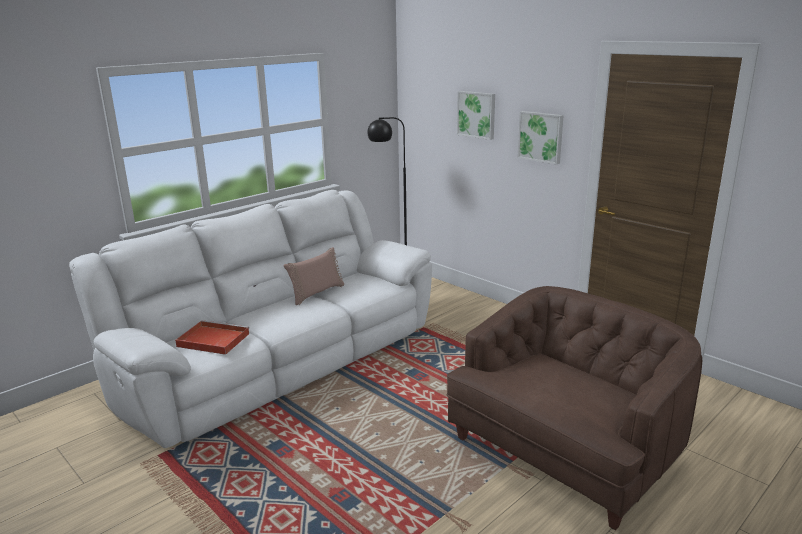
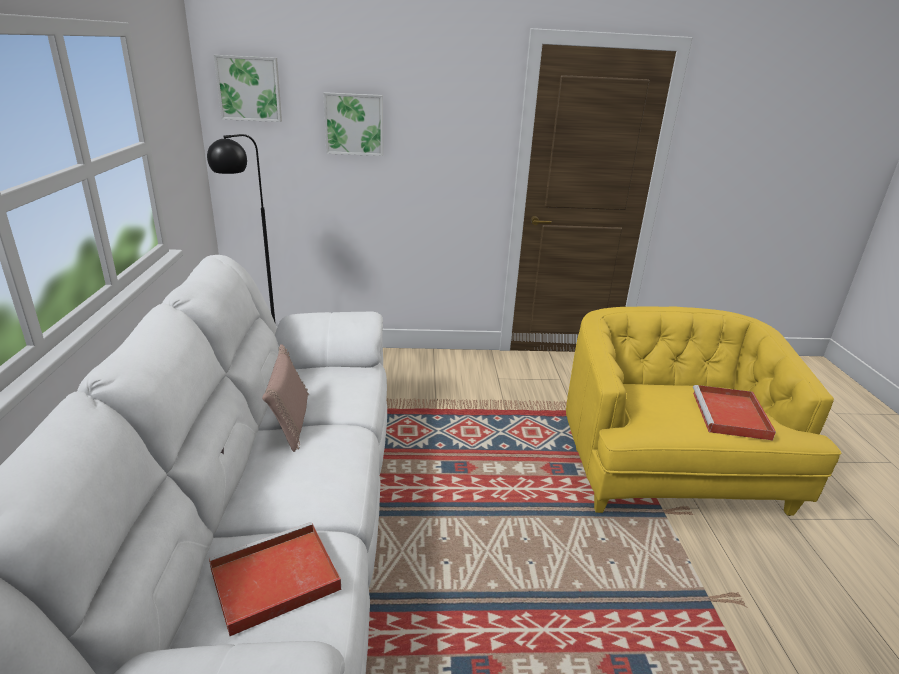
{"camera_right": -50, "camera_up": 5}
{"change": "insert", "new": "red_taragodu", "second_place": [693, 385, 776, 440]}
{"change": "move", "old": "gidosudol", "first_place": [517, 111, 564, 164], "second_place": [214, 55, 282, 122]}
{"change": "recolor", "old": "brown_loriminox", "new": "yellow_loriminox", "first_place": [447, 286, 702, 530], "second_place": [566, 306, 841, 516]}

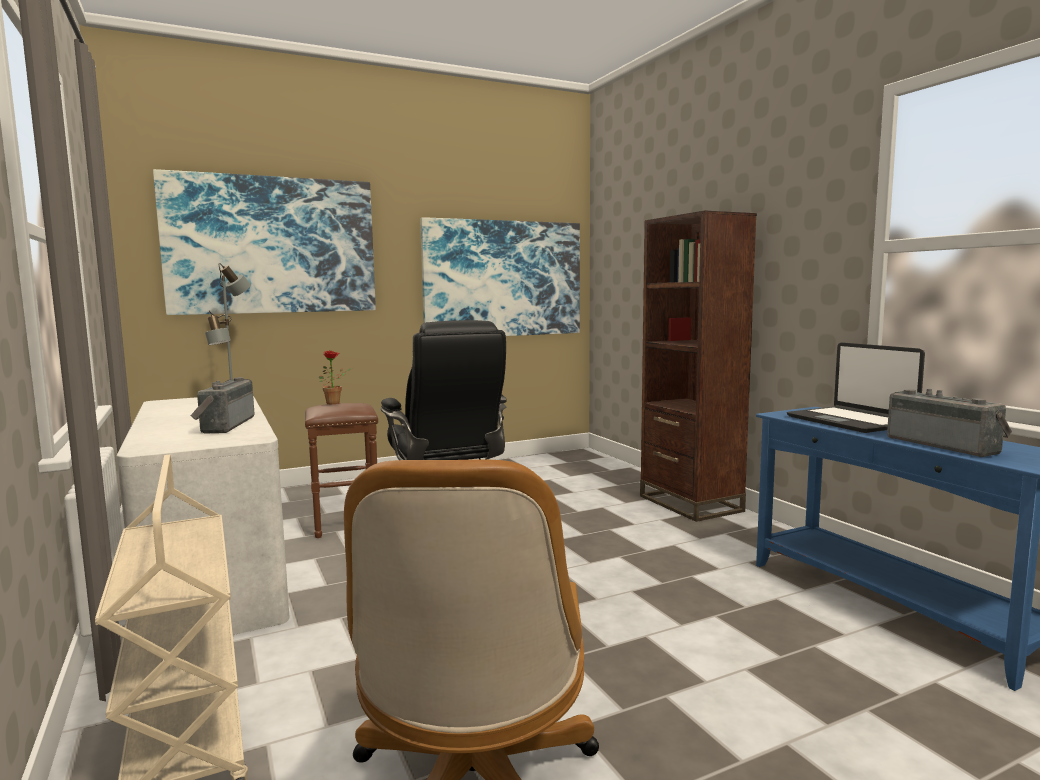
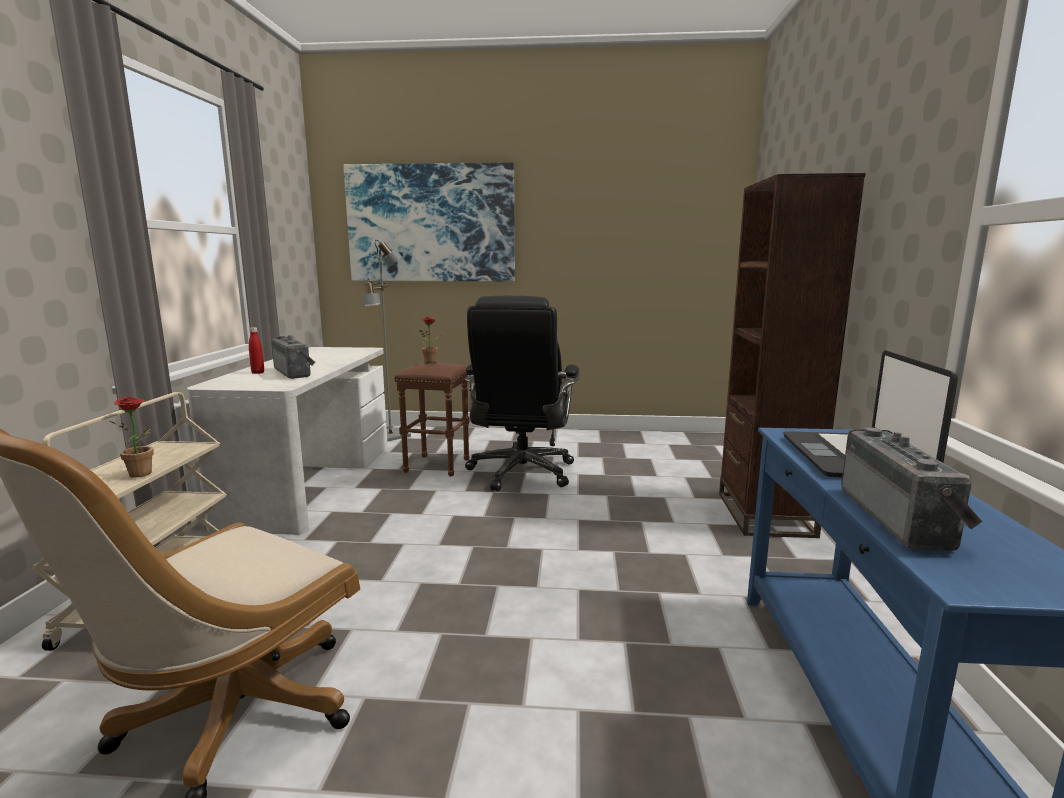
{"camera_right": 30, "camera_up": 5}
{"change": "delete", "old": "gidosudol", "first_place": [420, 217, 580, 336]}
{"change": "insert", "new": "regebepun", "second_place": [110, 397, 154, 478]}
{"change": "insert", "new": "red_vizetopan", "second_place": [249, 327, 264, 374]}
{"change": "rotate", "old": "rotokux", "first_place": [190, 377, 255, 434], "second_place": [271, 335, 315, 379], "degrees": 120}

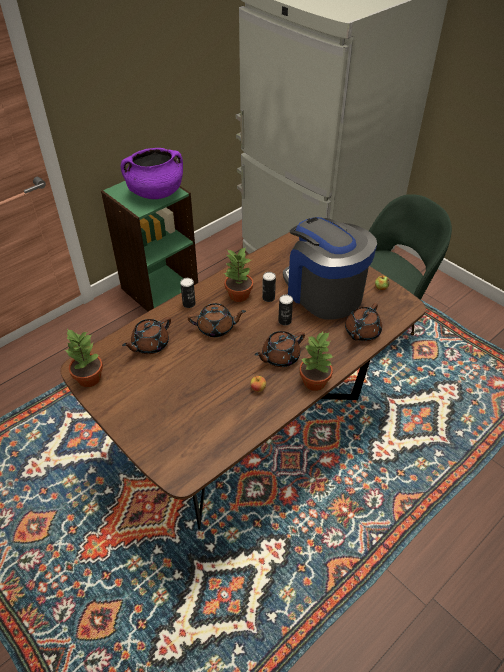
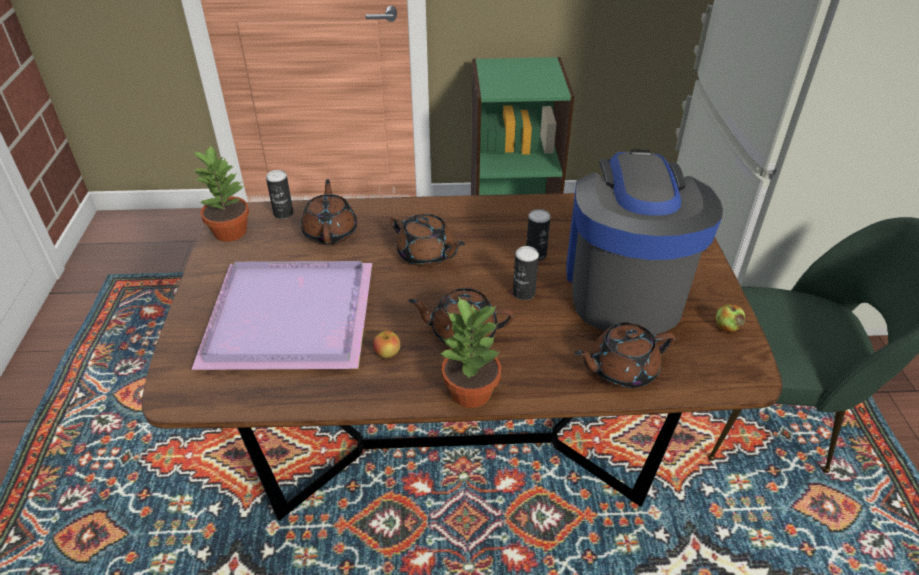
{"camera_right": 40, "camera_up": -5}
{"change": "delete", "old": "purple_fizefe", "first_place": [121, 148, 183, 199]}
{"change": "delete", "old": "regebepun", "first_place": [224, 247, 253, 302]}
{"change": "insert", "new": "purple_taragodu", "second_place": [191, 261, 372, 370]}
{"change": "move", "old": "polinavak", "first_place": [180, 278, 196, 308], "second_place": [266, 170, 294, 219]}
{"change": "rotate", "old": "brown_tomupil", "first_place": [122, 317, 171, 354], "second_place": [301, 179, 357, 245], "degrees": 90}

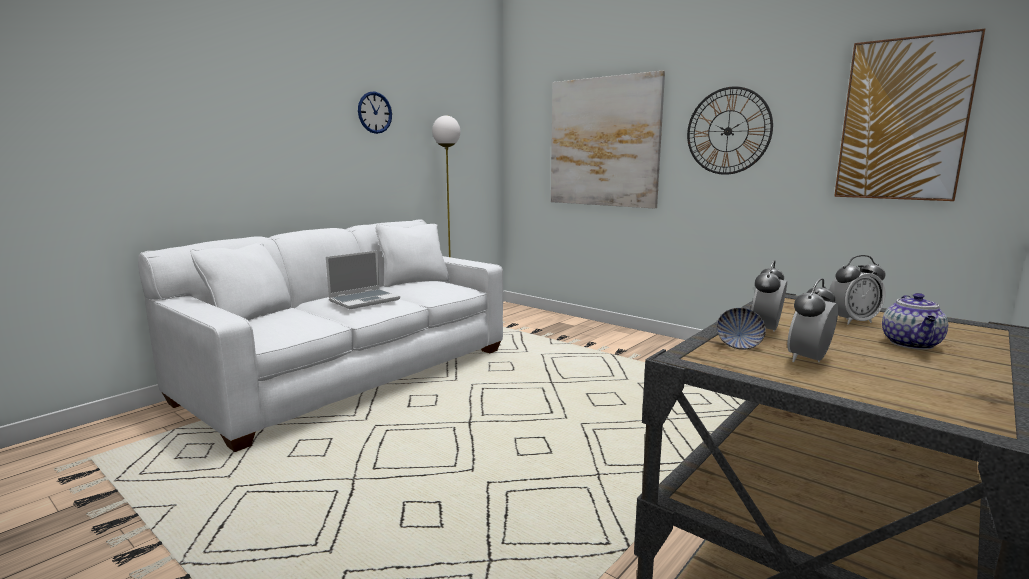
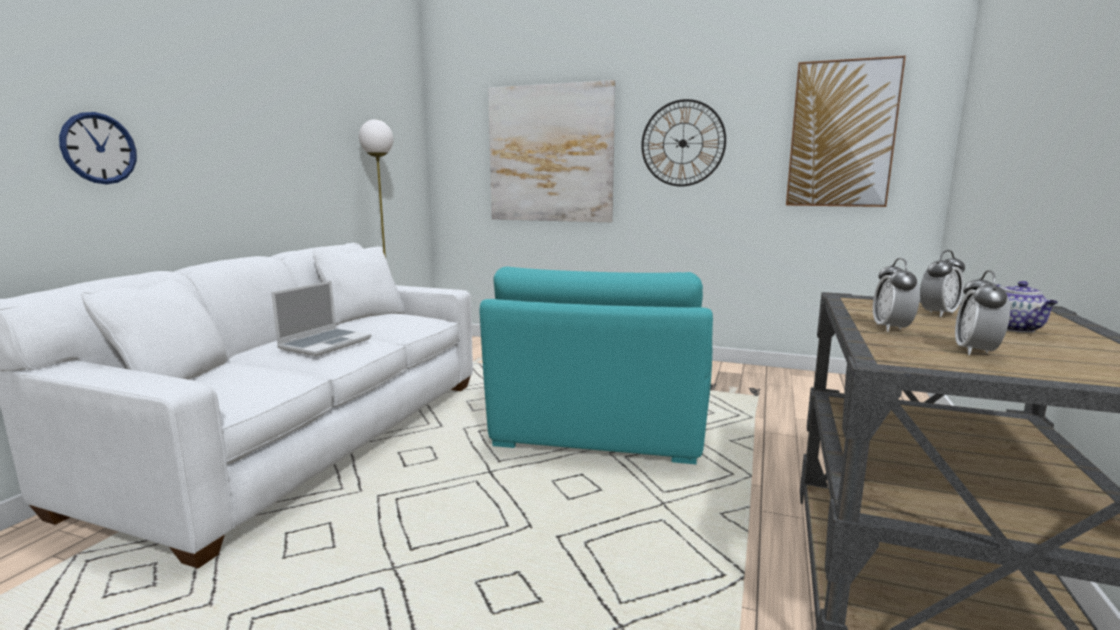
{"camera_right": -20, "camera_up": 0}
{"change": "delete", "old": "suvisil", "first_place": [716, 308, 766, 350]}
{"change": "insert", "new": "turquoise_loriminox", "second_place": [479, 267, 713, 464]}
{"change": "move", "old": "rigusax", "first_place": [358, 91, 392, 134], "second_place": [59, 112, 137, 184]}

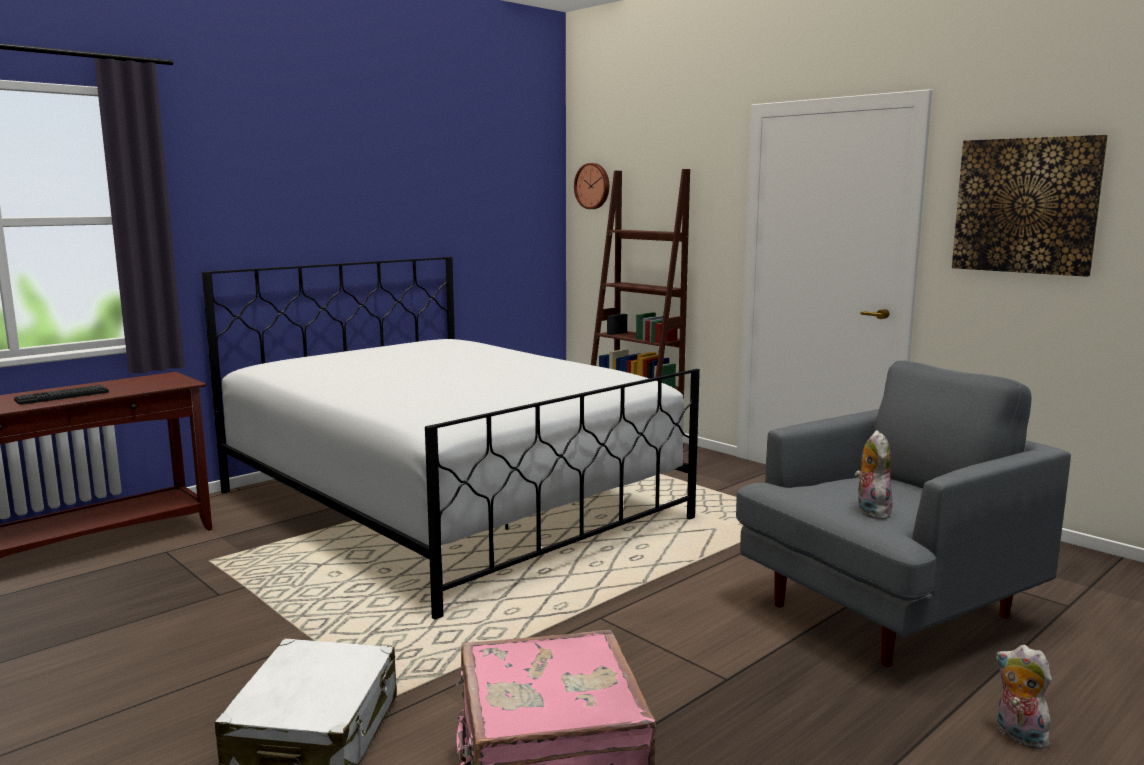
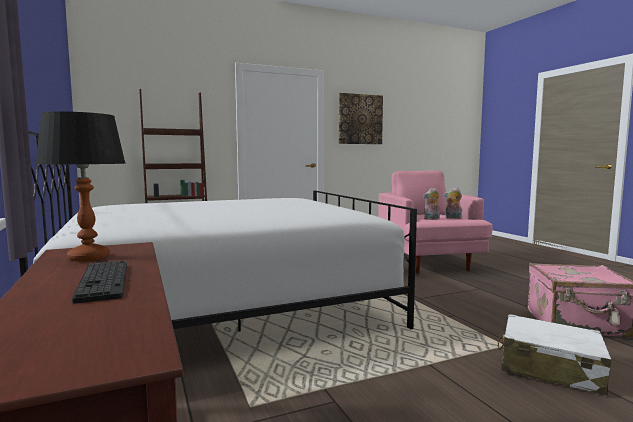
{"camera_right": -70, "camera_up": -5}
{"change": "delete", "old": "rigusax", "first_place": [574, 163, 609, 209]}
{"change": "insert", "new": "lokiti", "second_place": [35, 111, 126, 261]}
{"change": "move", "old": "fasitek", "first_place": [996, 645, 1056, 749], "second_place": [423, 188, 440, 220]}
{"change": "recolor", "old": "grey_loriminox", "new": "pink_loriminox", "first_place": [736, 360, 1071, 667], "second_place": [378, 170, 493, 274]}

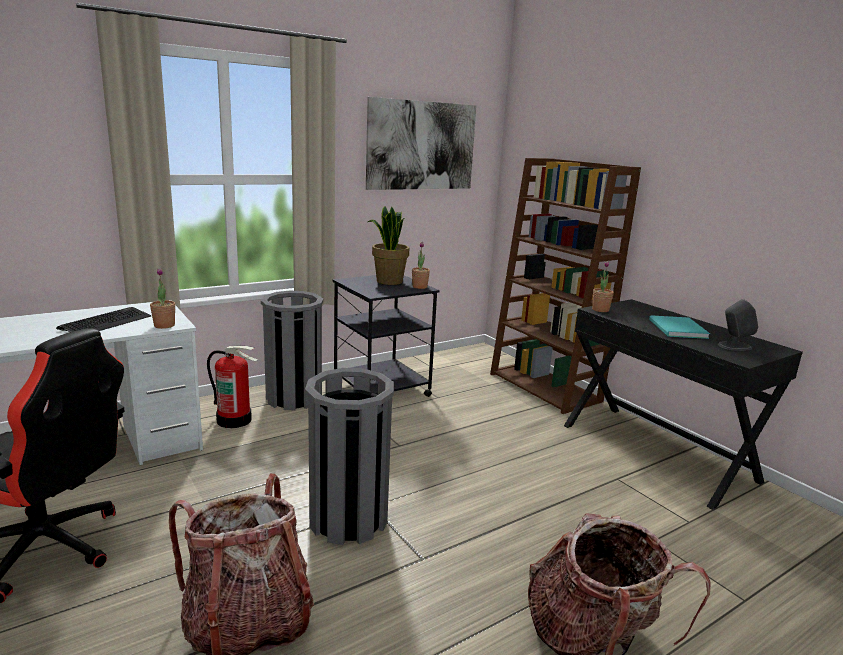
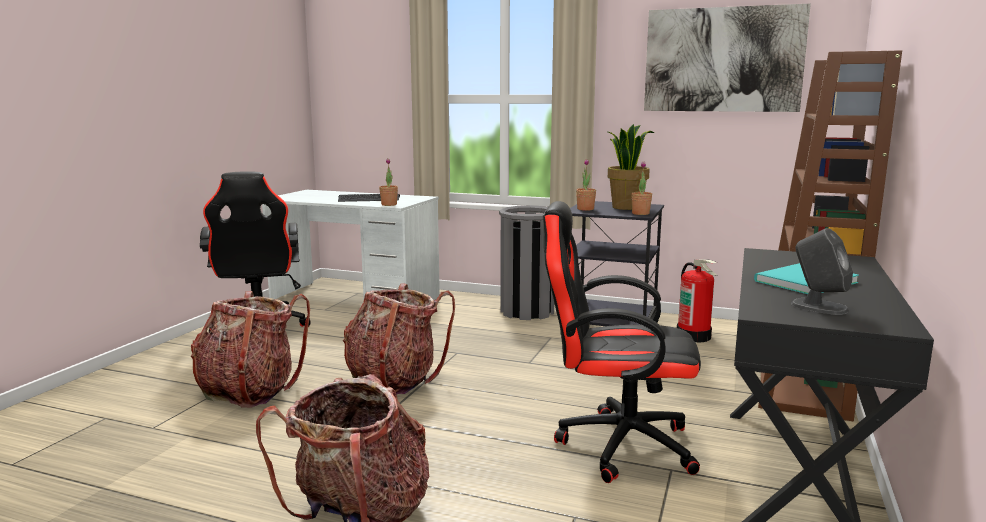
{"camera_right": 55, "camera_up": -5}
{"change": "insert", "new": "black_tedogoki", "second_place": [543, 201, 701, 483]}
{"change": "move", "old": "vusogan", "first_place": [207, 346, 258, 428], "second_place": [677, 259, 717, 343]}
{"change": "move", "old": "regebepun", "first_place": [592, 261, 614, 312], "second_place": [576, 159, 596, 211]}
{"change": "replace", "old": "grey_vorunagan", "new": "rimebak", "first_place": [305, 368, 394, 545], "second_place": [343, 283, 455, 395]}

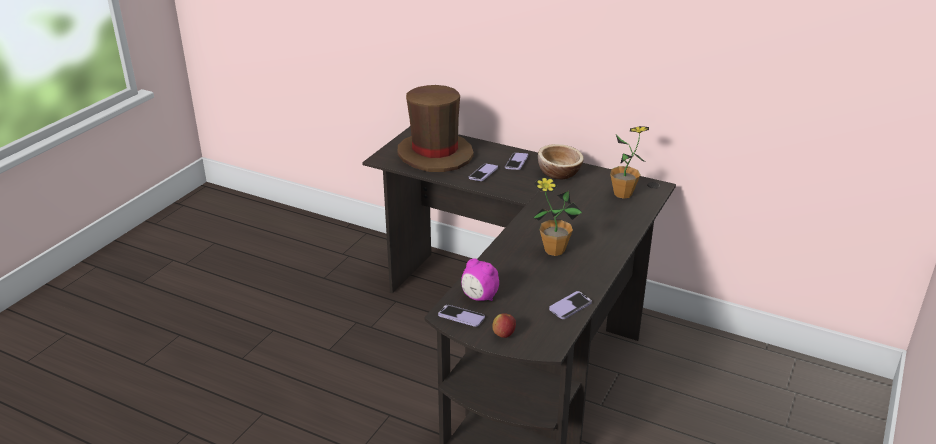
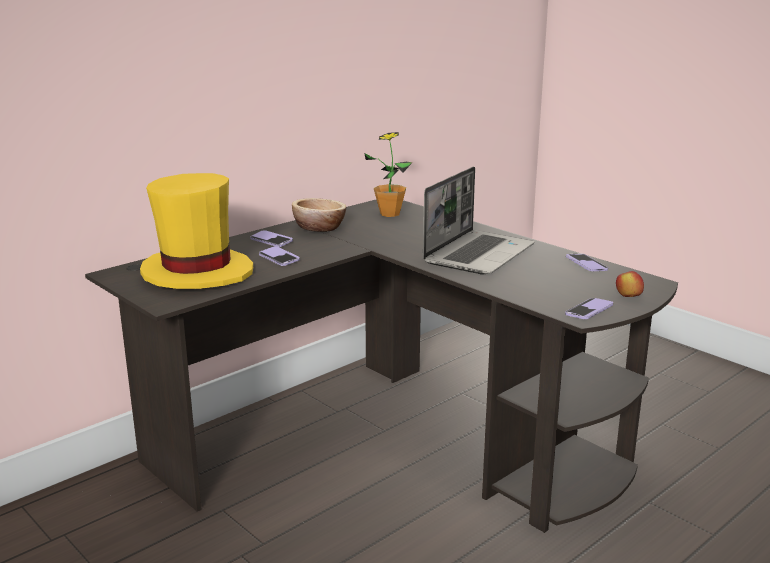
{"camera_right": -70, "camera_up": -10}
{"change": "delete", "old": "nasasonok", "first_place": [461, 259, 499, 301]}
{"change": "replace", "old": "regebepun", "new": "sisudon", "first_place": [533, 177, 582, 256], "second_place": [423, 167, 534, 275]}
{"change": "recolor", "old": "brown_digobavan", "new": "yellow_digobavan", "first_place": [398, 85, 474, 172], "second_place": [140, 173, 253, 289]}

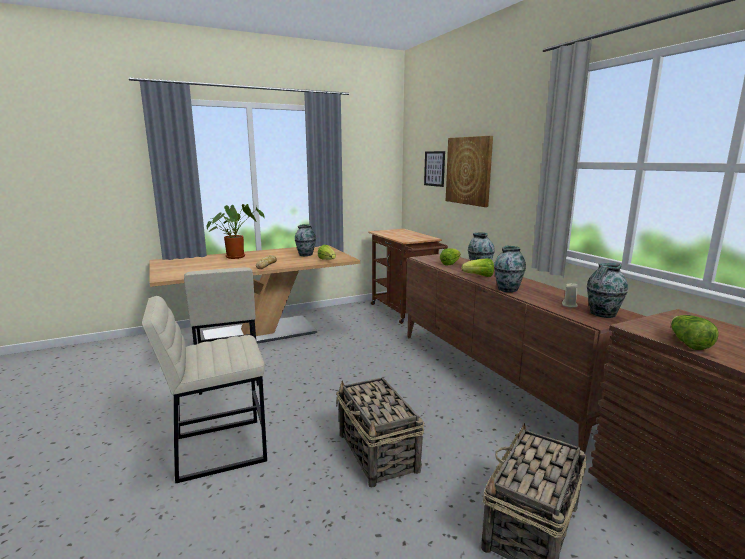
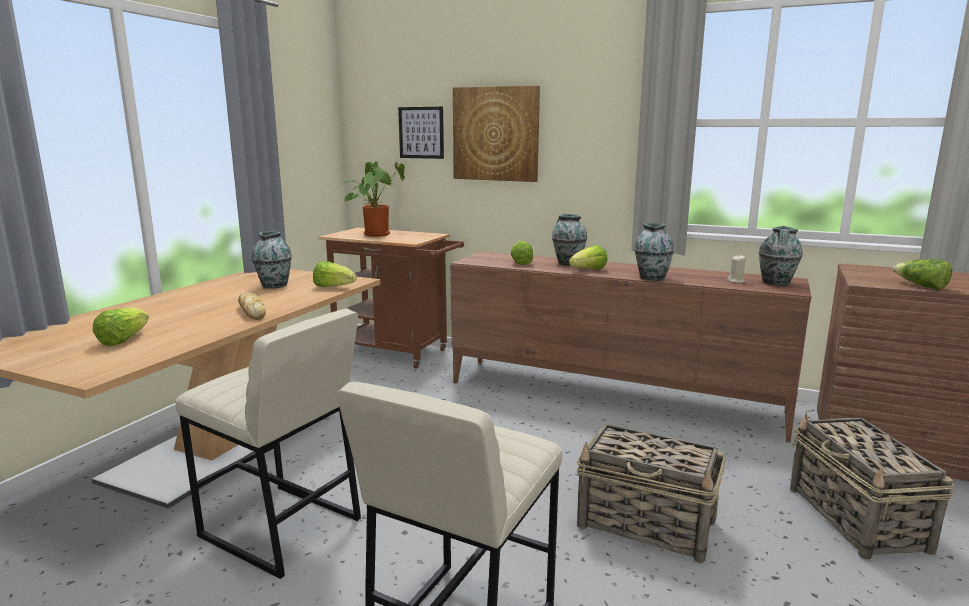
{"camera_right": -40, "camera_up": 0}
{"change": "insert", "new": "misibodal", "second_place": [93, 307, 149, 346]}
{"change": "move", "old": "regebepun", "first_place": [206, 204, 265, 259], "second_place": [342, 161, 405, 237]}

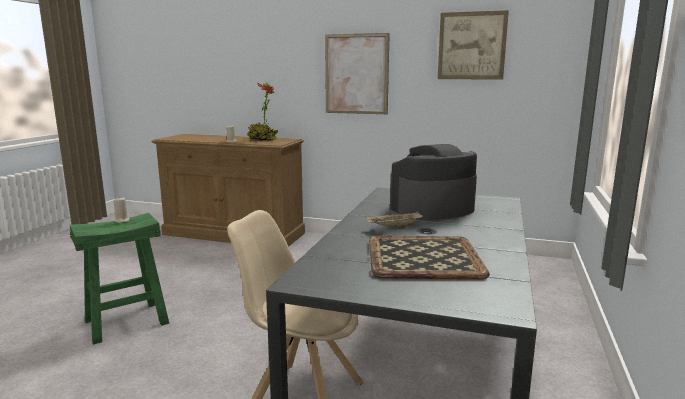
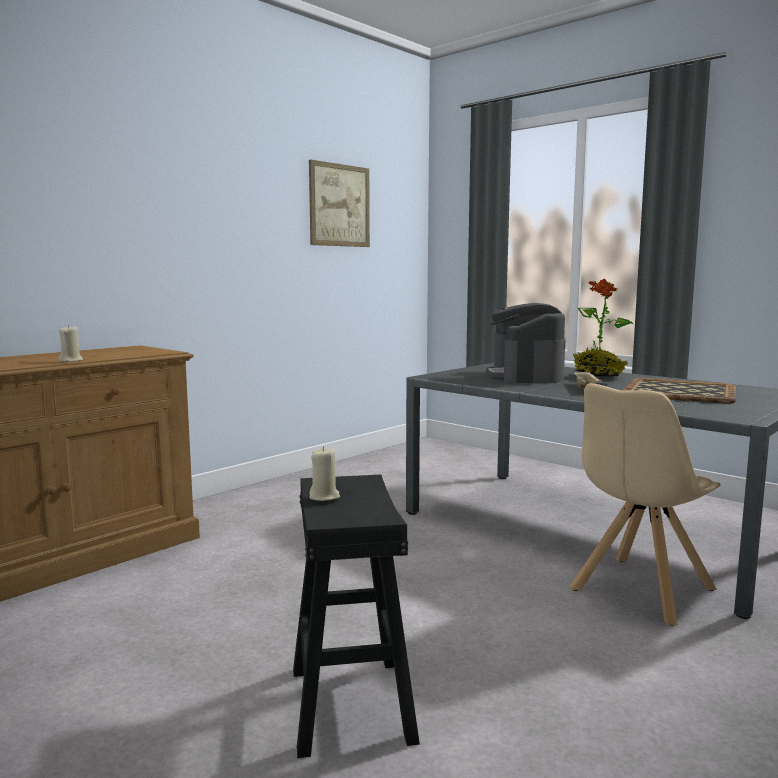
{"camera_right": -65, "camera_up": -5}
{"change": "delete", "old": "gidosudol", "first_place": [325, 33, 390, 114]}
{"change": "move", "old": "regebepun", "first_place": [246, 82, 278, 140], "second_place": [573, 279, 633, 376]}
{"change": "recolor", "old": "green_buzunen", "new": "black_buzunen", "first_place": [70, 213, 170, 345], "second_place": [293, 475, 420, 758]}

